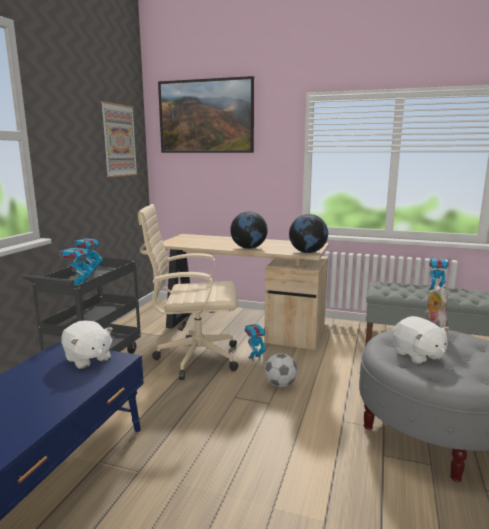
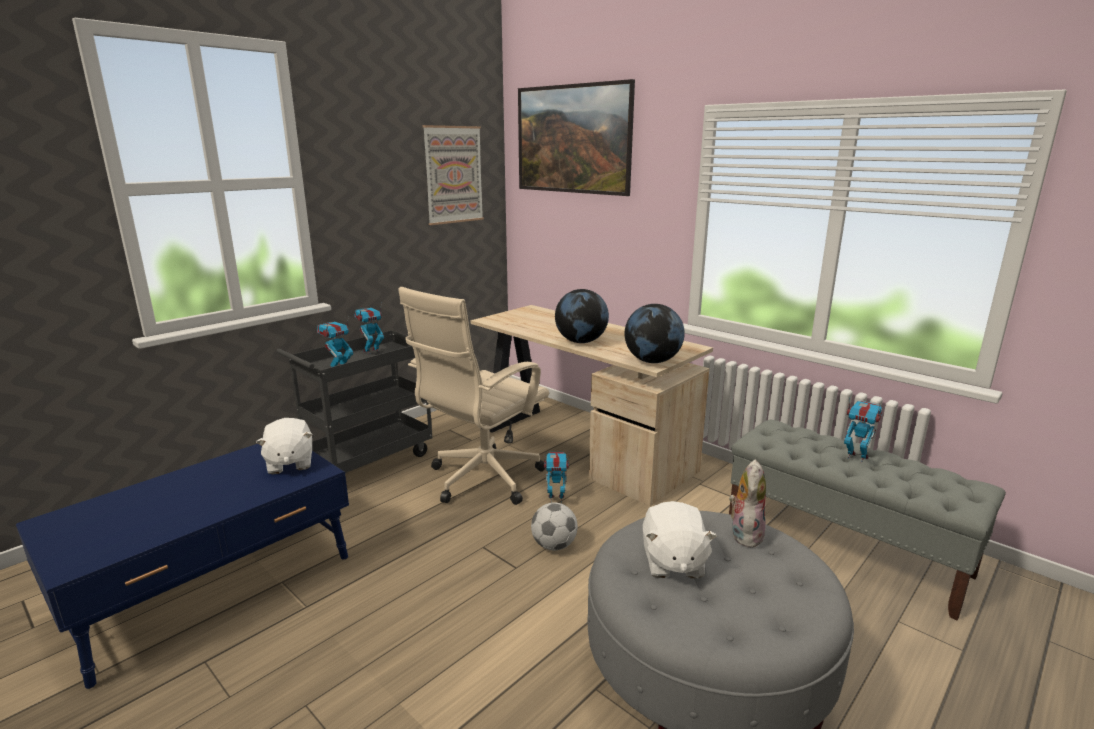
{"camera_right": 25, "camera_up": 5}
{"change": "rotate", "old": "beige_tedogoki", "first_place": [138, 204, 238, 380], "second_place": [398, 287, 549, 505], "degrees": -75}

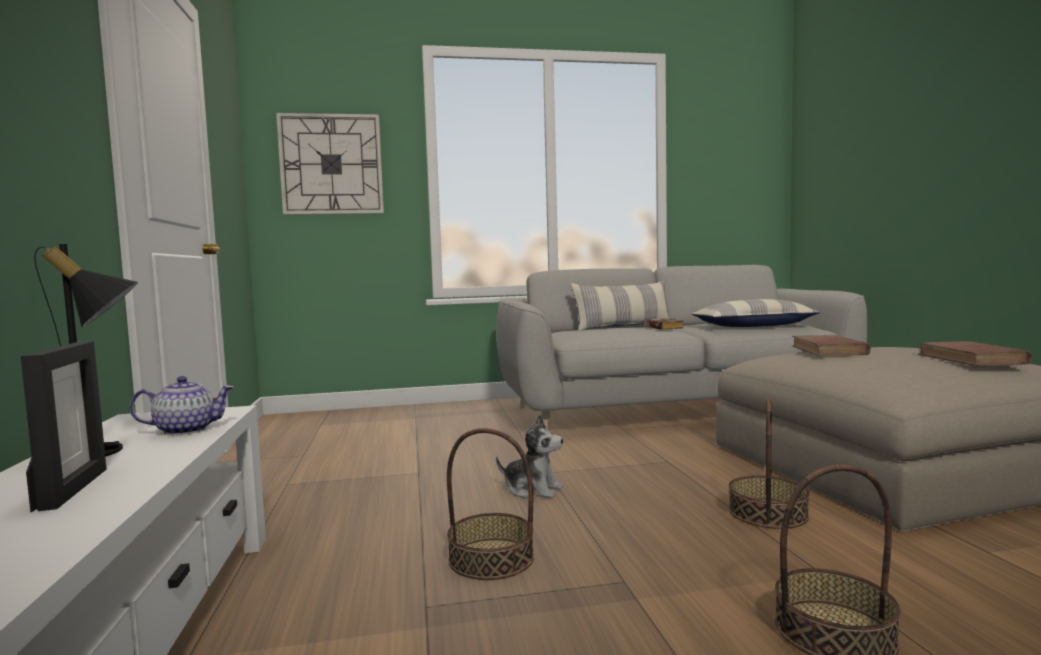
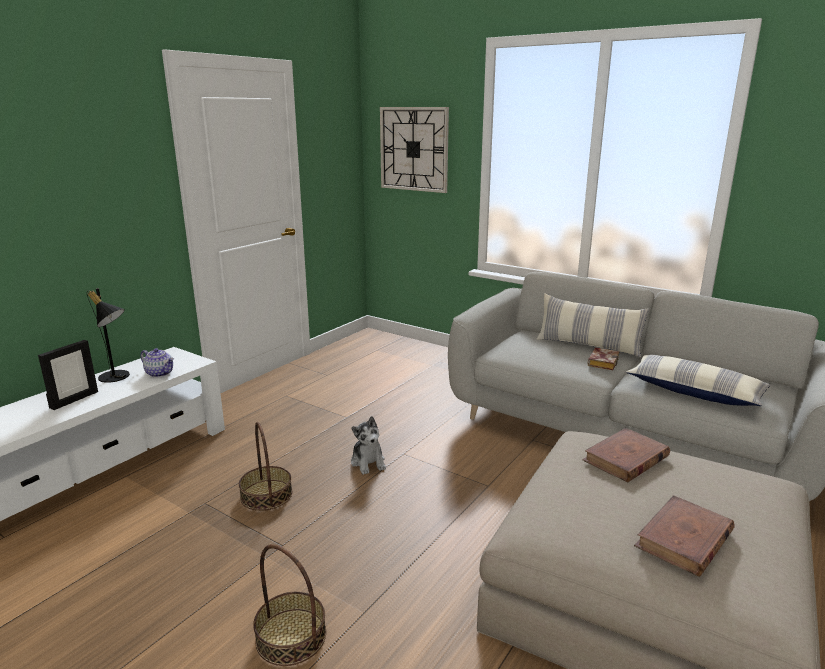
{"camera_right": 45, "camera_up": 15}
{"change": "delete", "old": "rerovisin", "first_place": [729, 398, 809, 529]}

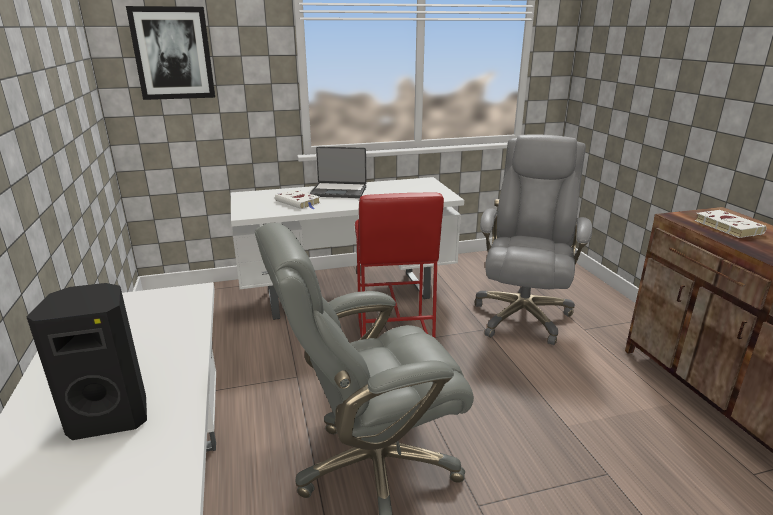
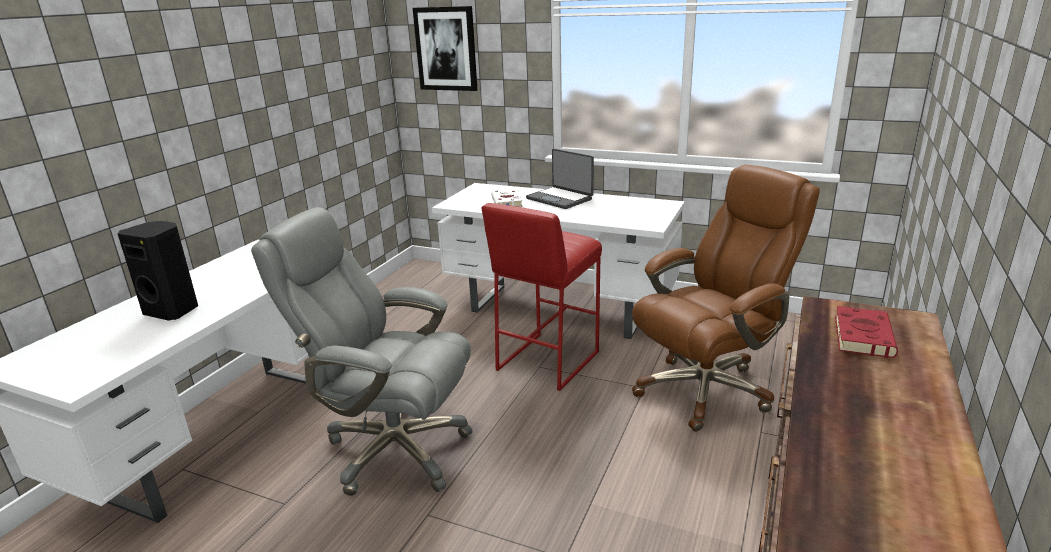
{"camera_right": 40, "camera_up": 0}
{"change": "recolor", "old": "grey_tedogoki", "new": "brown_tedogoki", "first_place": [475, 134, 592, 345], "second_place": [632, 164, 820, 432]}
{"change": "recolor", "old": "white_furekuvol", "new": "red_furekuvol", "first_place": [695, 210, 767, 238], "second_place": [835, 306, 898, 358]}

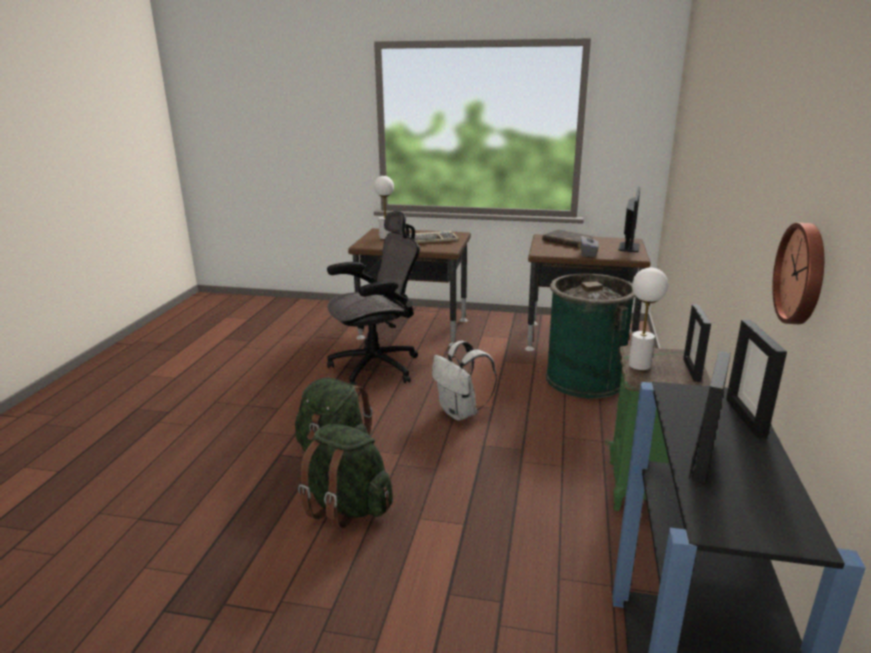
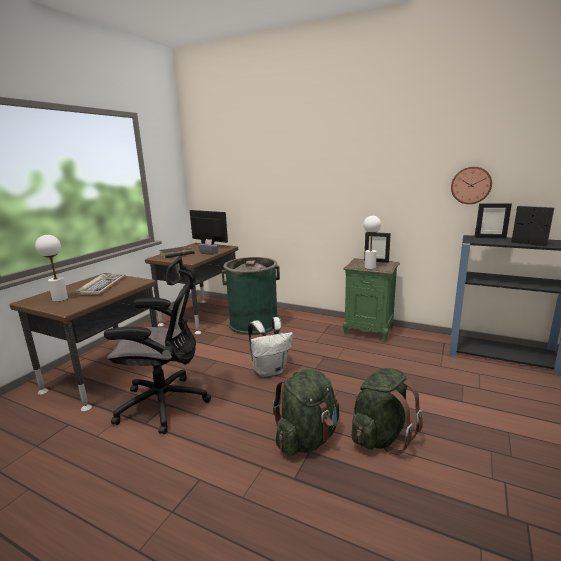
{"camera_right": -75, "camera_up": -5}
{"change": "rotate", "old": "tedogoki", "first_place": [327, 211, 420, 386], "second_place": [104, 256, 211, 434], "degrees": 105}

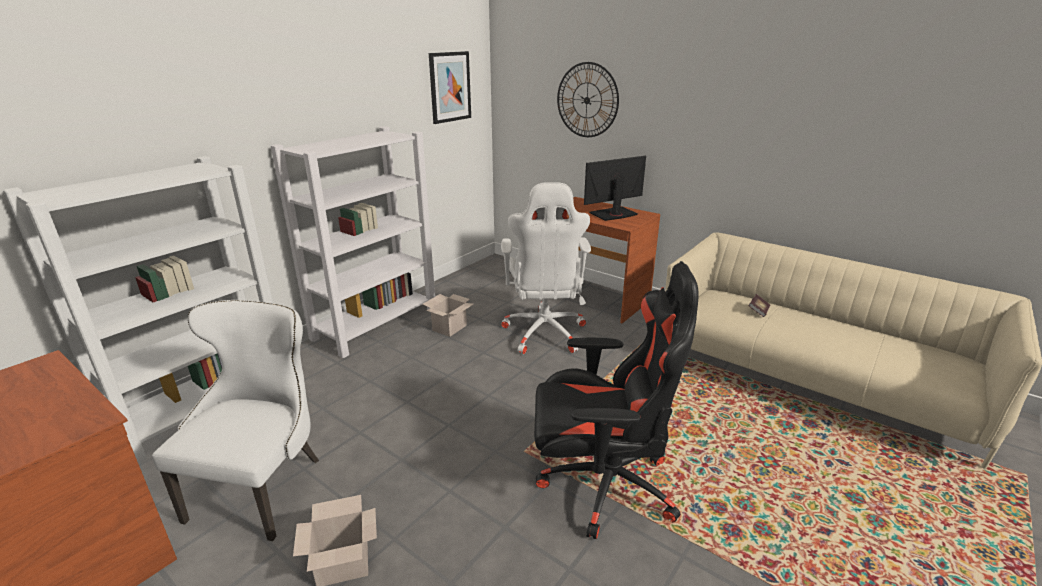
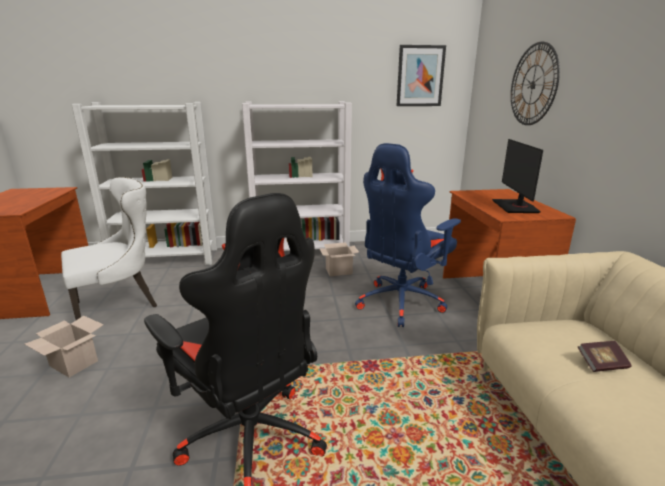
{"camera_right": 45, "camera_up": -5}
{"change": "recolor", "old": "white_tedogoki", "new": "blue_tedogoki", "first_place": [501, 182, 591, 354], "second_place": [355, 143, 461, 327]}
{"change": "rotate", "old": "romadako", "first_place": [584, 156, 646, 221], "second_place": [492, 139, 543, 213], "degrees": -105}

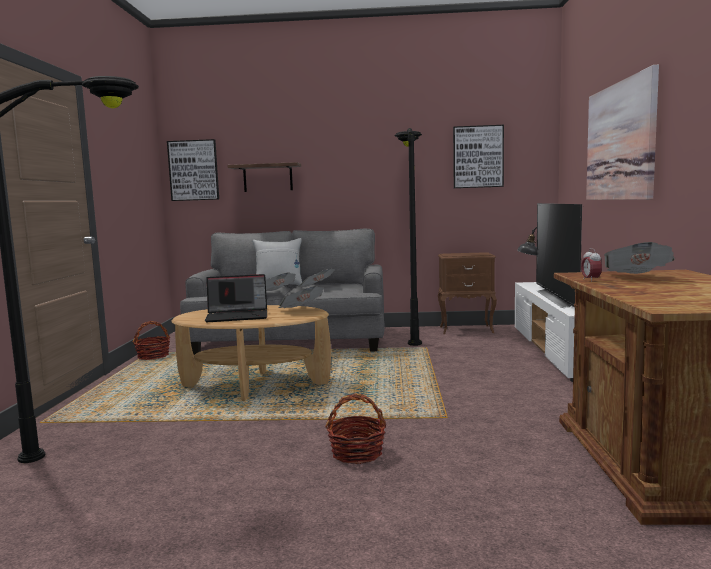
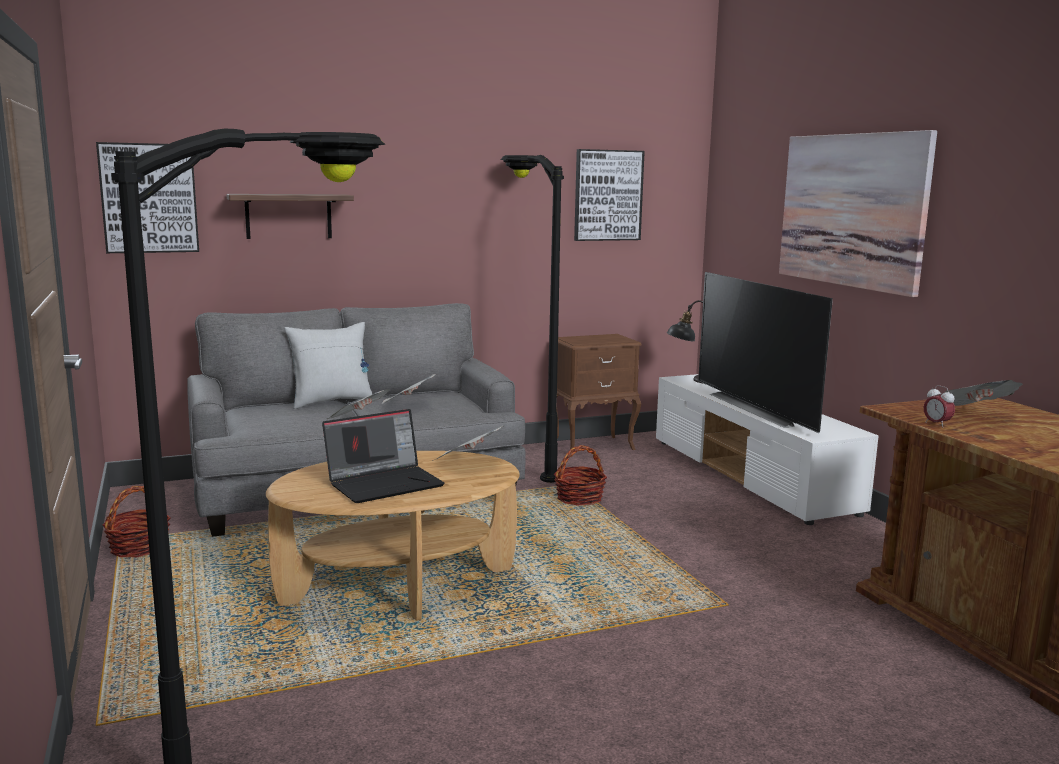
{"camera_right": -25, "camera_up": 5}
{"change": "move", "old": "rerovisin", "first_place": [325, 393, 386, 464], "second_place": [554, 445, 607, 506]}

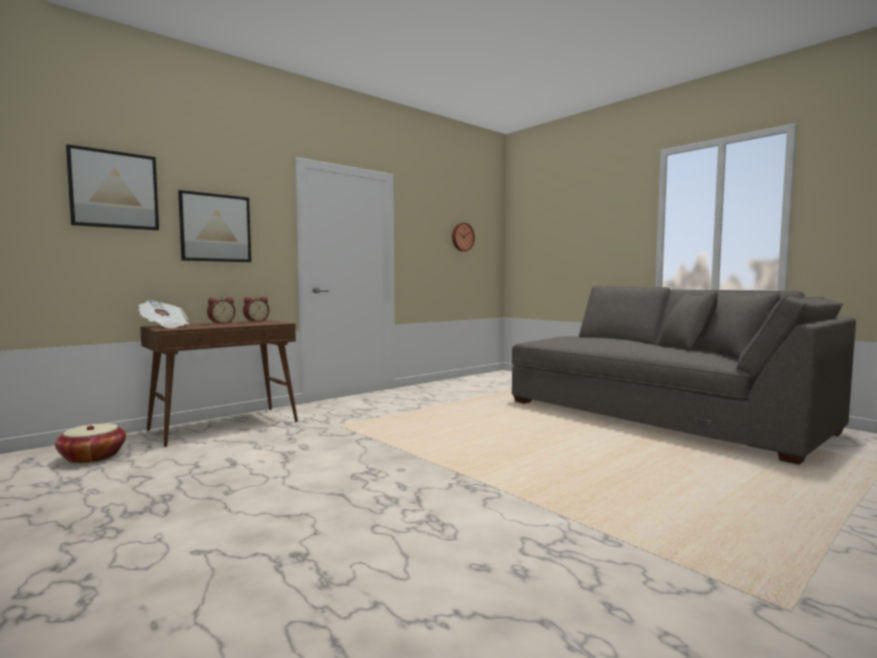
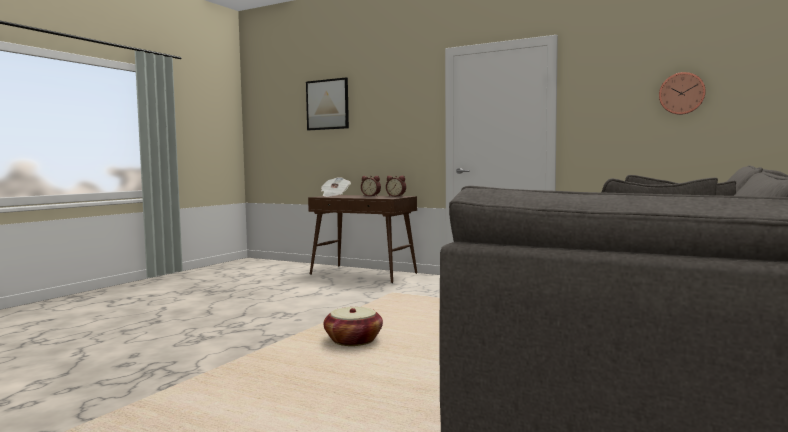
{"camera_right": 70, "camera_up": 0}
{"change": "delete", "old": "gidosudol", "first_place": [178, 190, 251, 262]}
{"change": "move", "old": "rerovisin", "first_place": [55, 423, 126, 464], "second_place": [323, 307, 383, 346]}

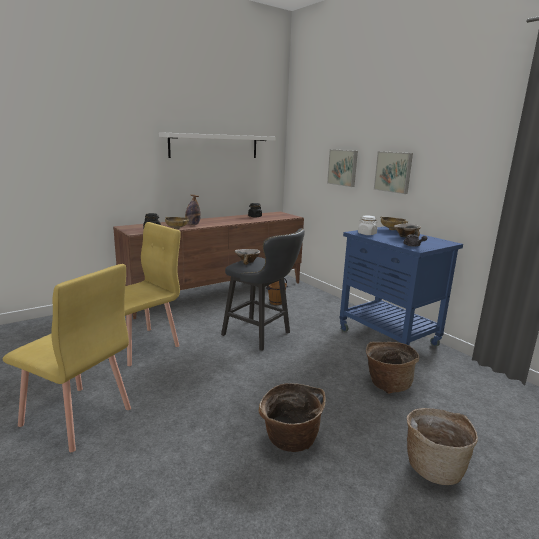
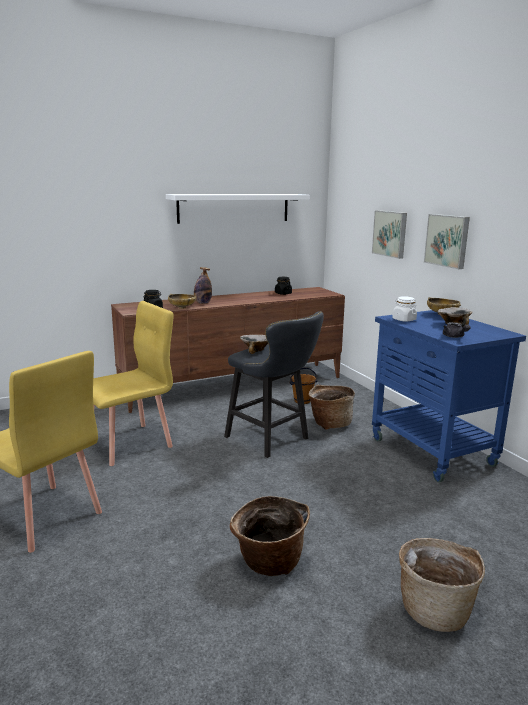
{"camera_right": 10, "camera_up": 0}
{"change": "move", "old": "rerovisin", "first_place": [366, 342, 419, 394], "second_place": [309, 385, 355, 430]}

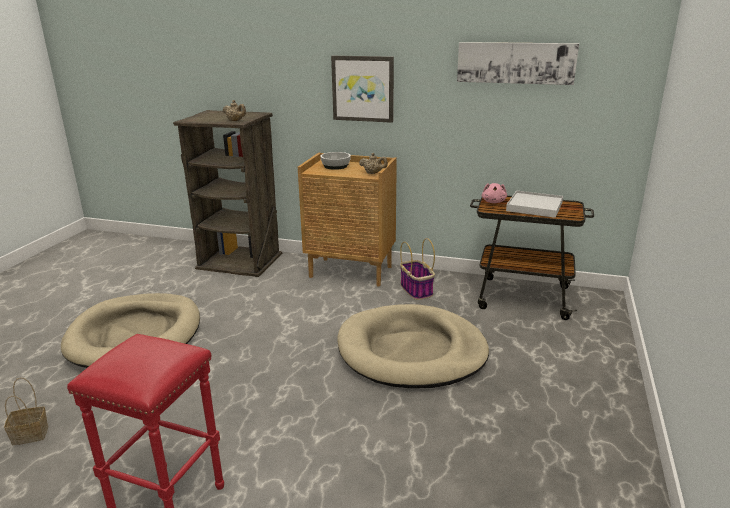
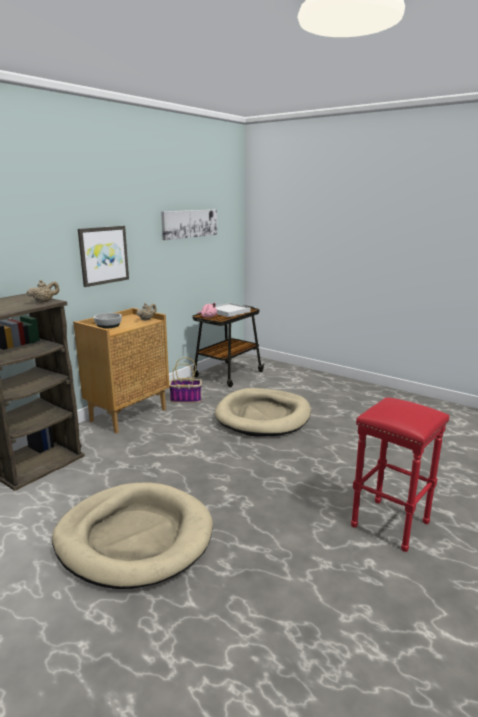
{"camera_right": -70, "camera_up": -5}
{"change": "delete", "old": "rerovisin", "first_place": [4, 377, 48, 445]}

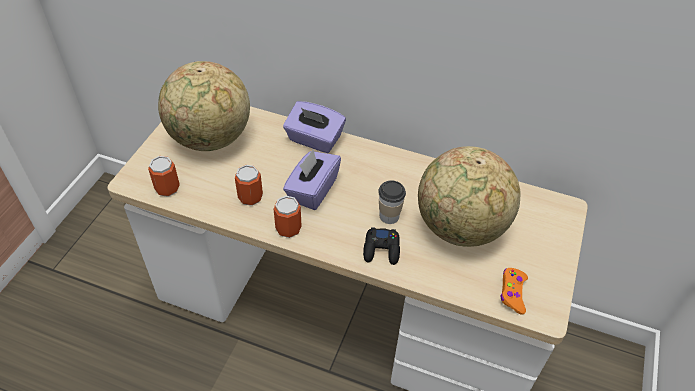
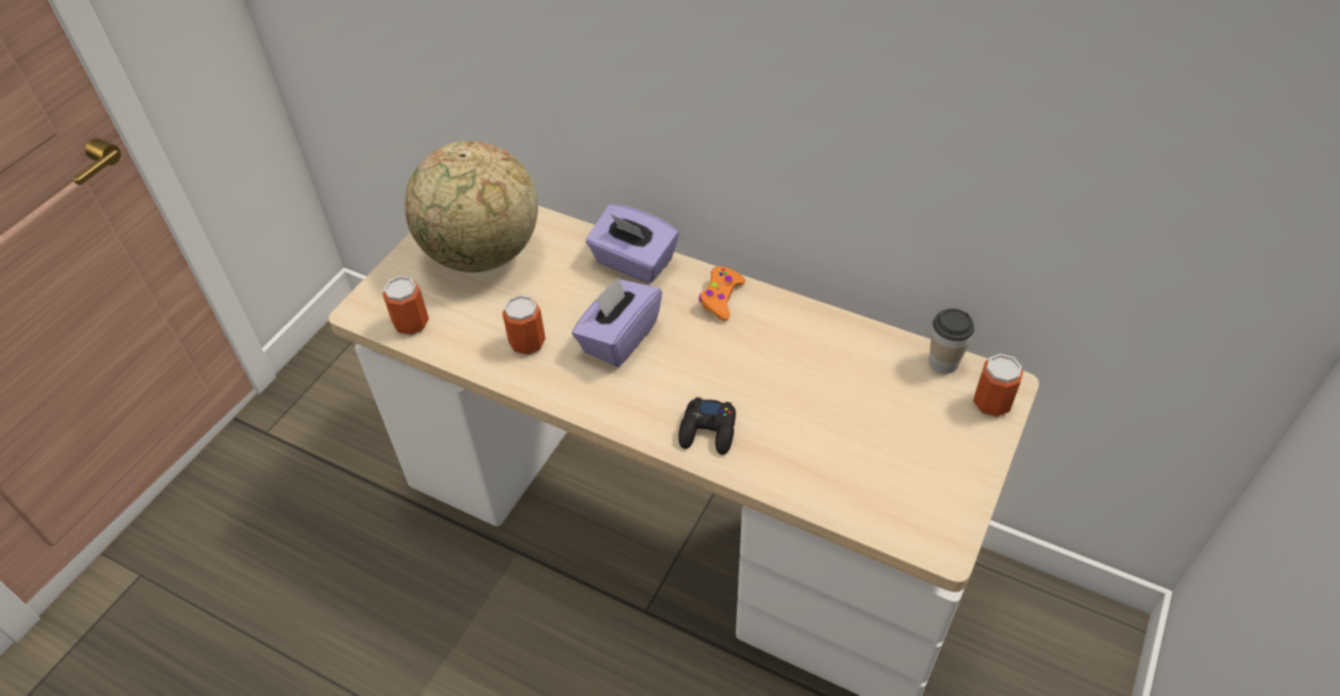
{"camera_right": 10, "camera_up": 0}
{"change": "delete", "old": "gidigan", "first_place": [418, 146, 521, 247]}
{"change": "move", "old": "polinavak", "first_place": [273, 196, 302, 238], "second_place": [973, 354, 1023, 417]}
{"change": "move", "old": "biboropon", "first_place": [378, 180, 406, 224], "second_place": [929, 308, 974, 374]}
{"change": "move", "old": "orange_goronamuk", "first_place": [500, 268, 528, 315], "second_place": [699, 266, 745, 321]}

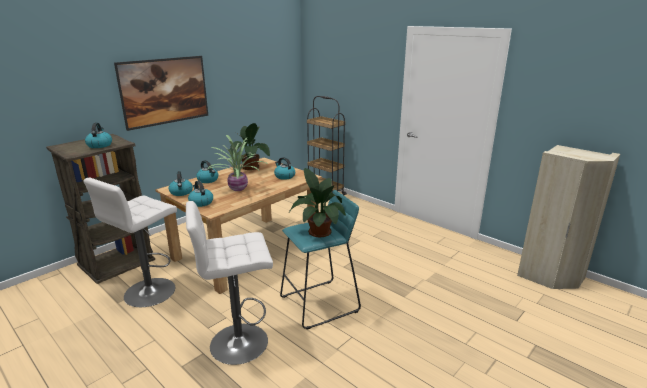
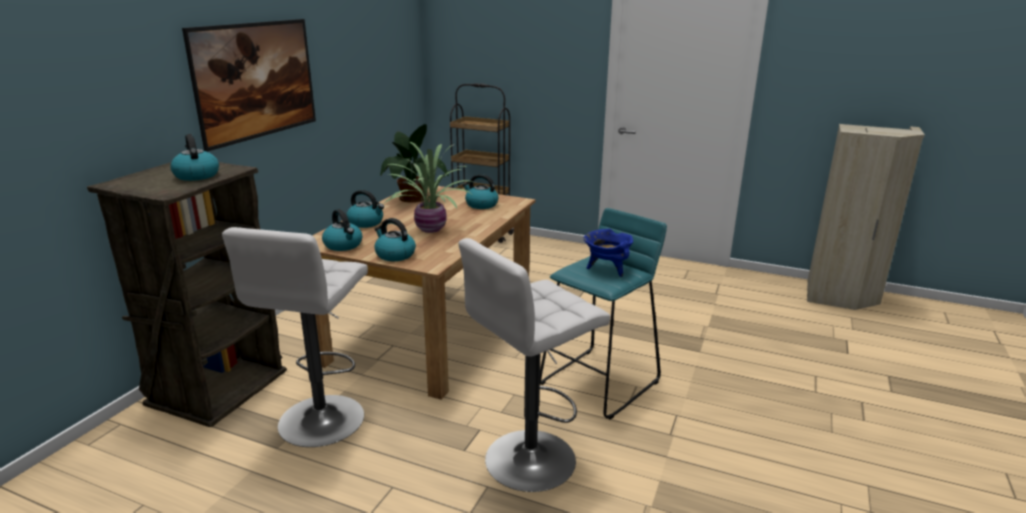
{"camera_right": -20, "camera_up": 0}
{"change": "replace", "old": "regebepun", "new": "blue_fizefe", "first_place": [288, 168, 346, 237], "second_place": [584, 229, 633, 277]}

